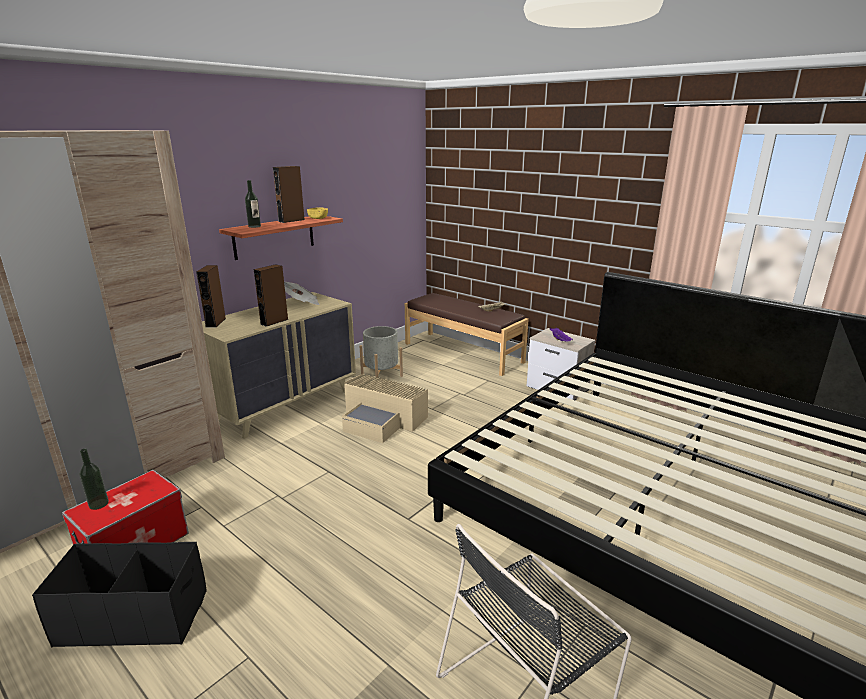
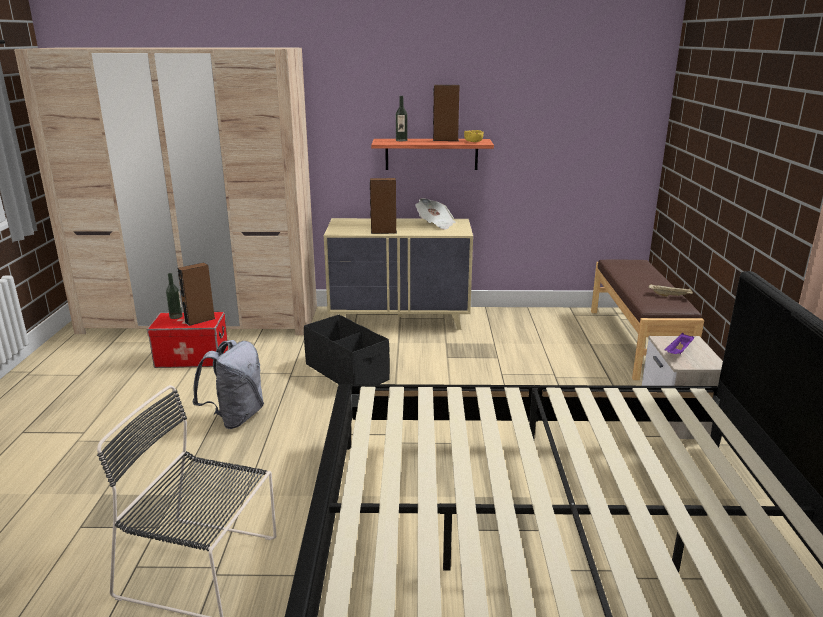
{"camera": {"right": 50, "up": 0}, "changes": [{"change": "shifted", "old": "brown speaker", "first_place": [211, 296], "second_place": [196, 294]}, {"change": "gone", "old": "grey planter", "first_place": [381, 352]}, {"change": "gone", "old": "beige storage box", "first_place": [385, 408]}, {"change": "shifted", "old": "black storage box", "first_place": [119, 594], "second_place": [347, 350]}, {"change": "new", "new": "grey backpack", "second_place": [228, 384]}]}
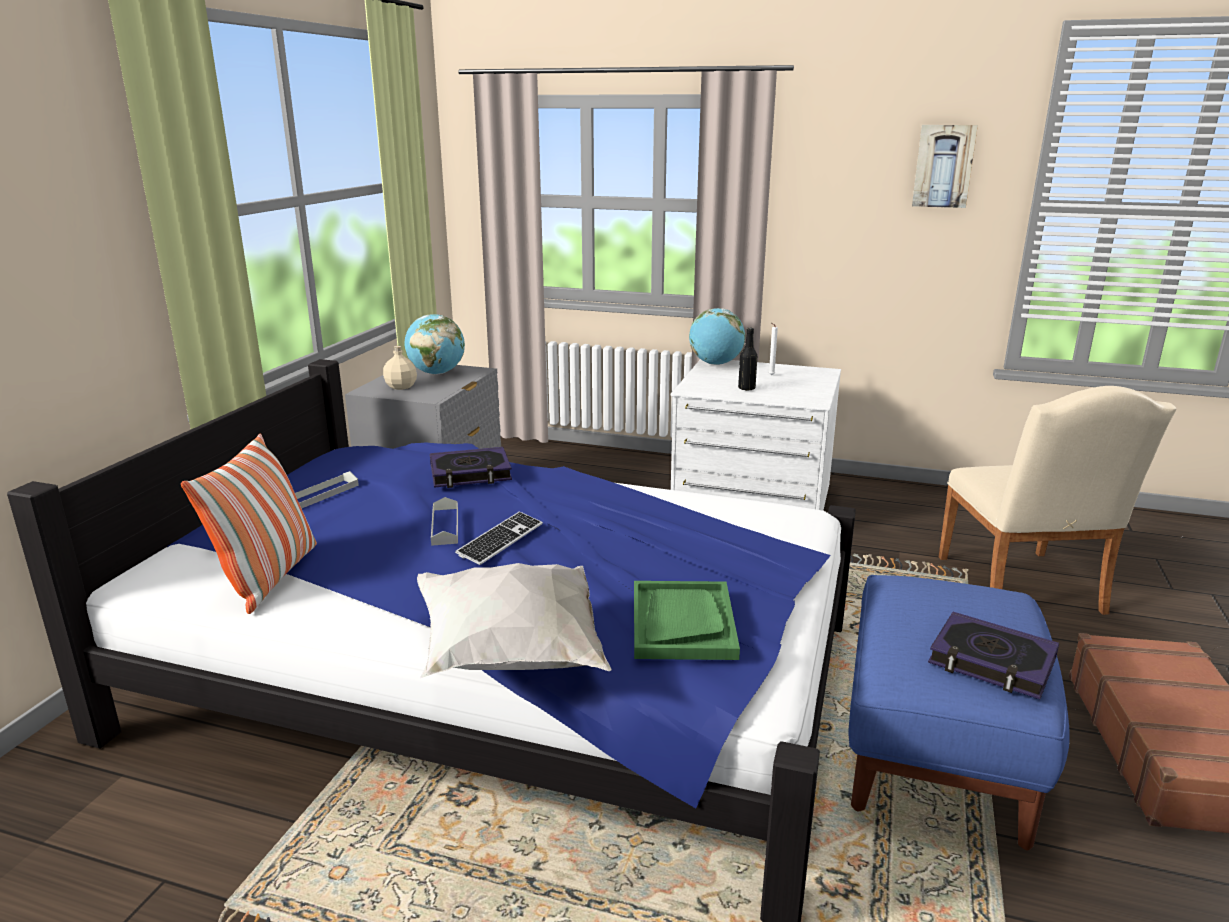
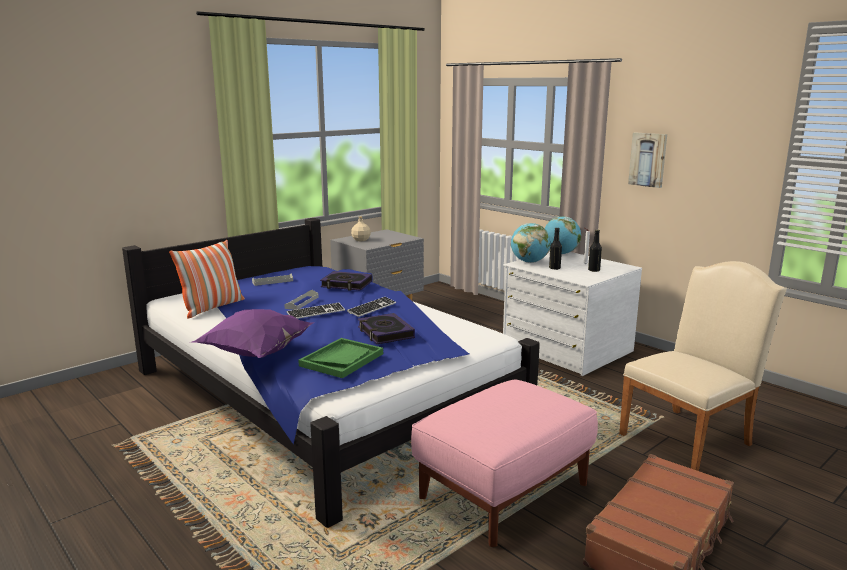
{"camera": {"right": 30, "up": -5}, "changes": [{"change": "shifted", "old": "picture", "first_place": [945, 166], "second_place": [647, 160]}, {"change": "shifted", "old": "globe", "first_place": [434, 344], "second_place": [531, 243]}, {"change": "rotated", "old": "beige chair", "first_place": [1057, 500], "second_place": [703, 366], "degrees": -150}, {"change": "repainted", "old": "white pillow", "new": "purple pillow", "first_place": [514, 620], "second_place": [252, 333]}, {"change": "repainted", "old": "blue ottoman", "new": "pink ottoman", "first_place": [959, 712], "second_place": [504, 463]}, {"change": "shifted", "old": "book", "first_place": [993, 655], "second_place": [386, 328]}, {"change": "new", "new": "black bottle", "second_place": [595, 250]}, {"change": "new", "new": "keyboard", "second_place": [371, 307]}]}
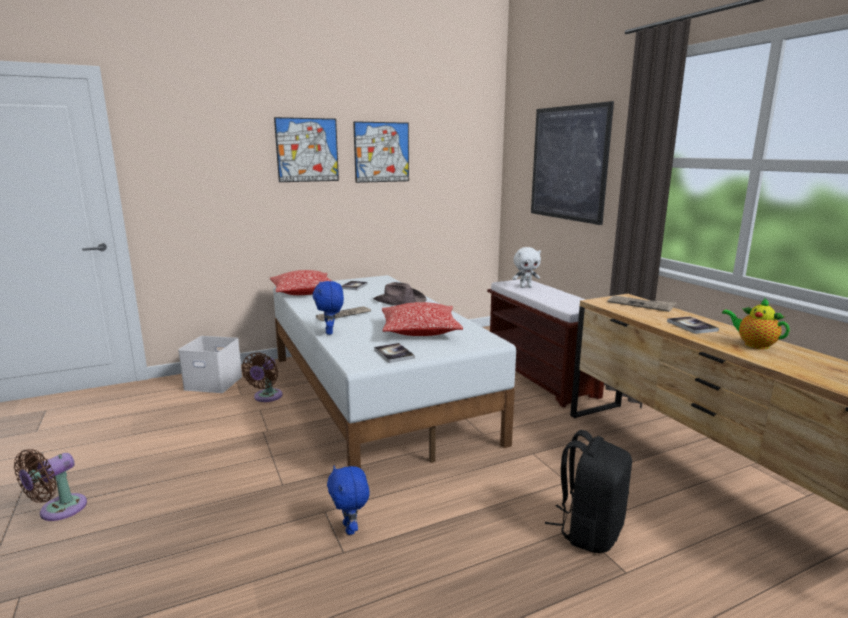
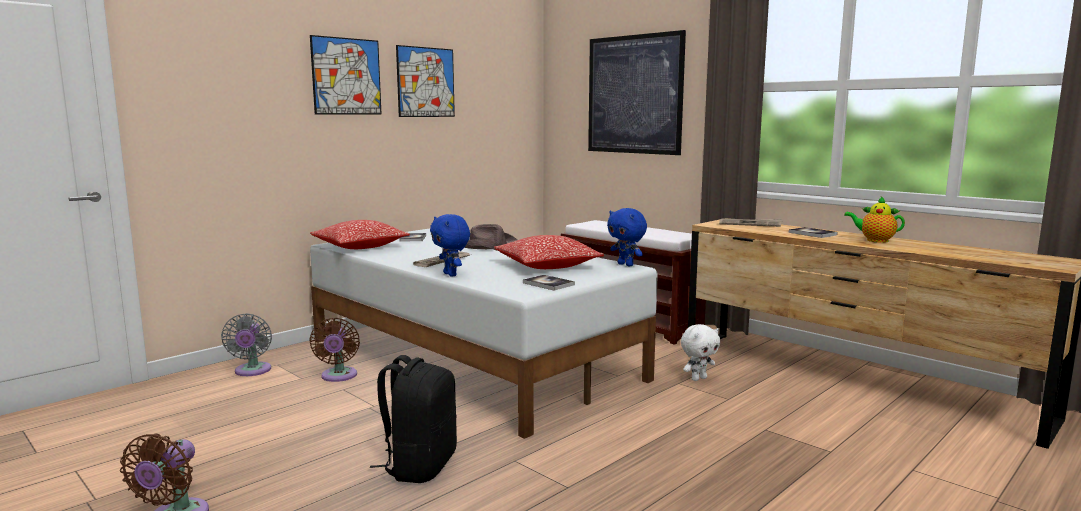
{"camera": {"right": -20, "up": -5}, "changes": [{"change": "shifted", "old": "white plush toy", "first_place": [526, 267], "second_place": [700, 352]}, {"change": "swapped", "old": "white storage box", "new": "grey fan", "first_place": [210, 364], "second_place": [246, 344]}, {"change": "shifted", "old": "black backpack", "first_place": [588, 491], "second_place": [413, 419]}, {"change": "shifted", "old": "blue plush toy", "first_place": [348, 500], "second_place": [627, 237]}]}
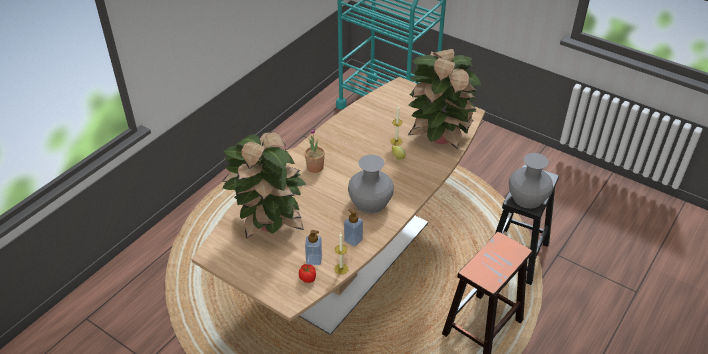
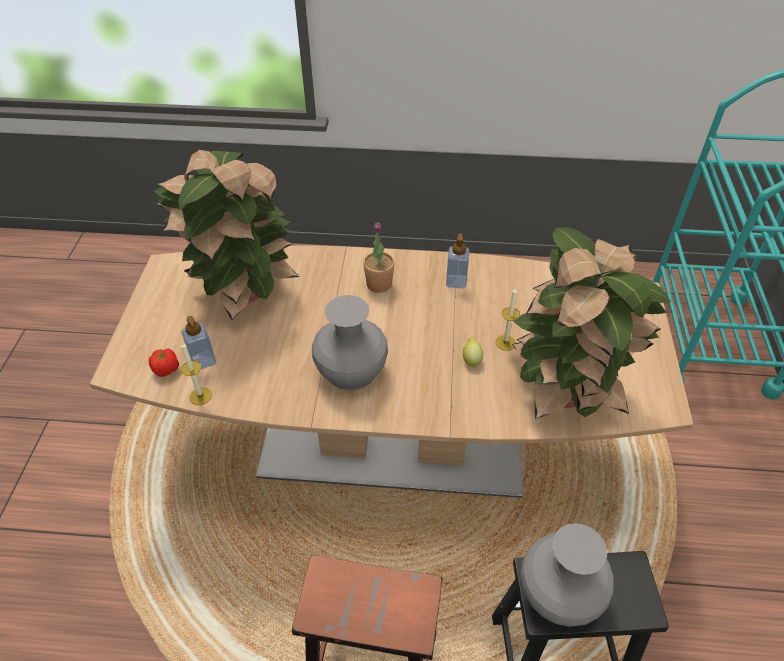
{"camera": {"right": 60, "up": 5}, "changes": [{"change": "shifted", "old": "soap dispenser", "first_place": [353, 228], "second_place": [458, 261]}]}
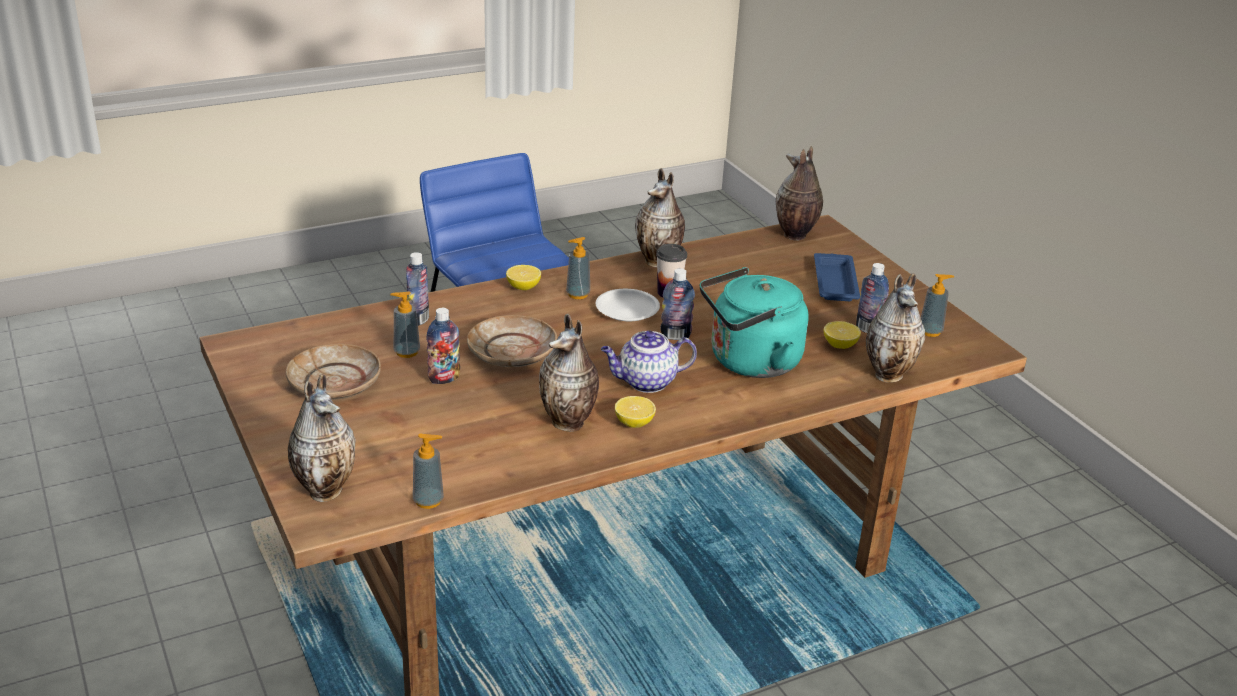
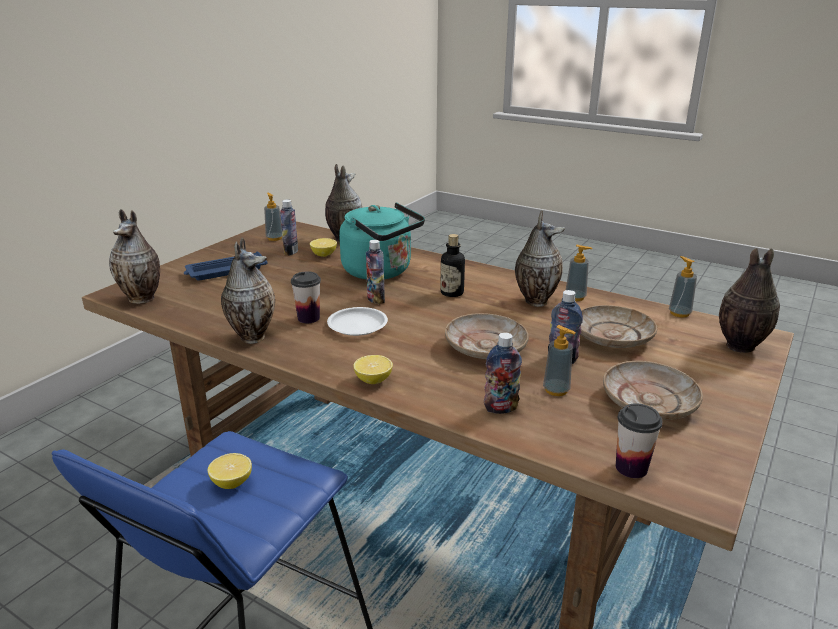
{"camera": {"right": -120, "up": -5}, "changes": [{"change": "shifted", "old": "soap dispenser", "first_place": [578, 268], "second_place": [579, 273]}, {"change": "swapped", "old": "teapot", "new": "bottle", "first_place": [649, 362], "second_place": [452, 265]}, {"change": "shifted", "old": "lemon", "first_place": [635, 412], "second_place": [230, 471]}, {"change": "new", "new": "beige plate", "second_place": [619, 326]}, {"change": "new", "new": "cup", "second_place": [639, 440]}]}
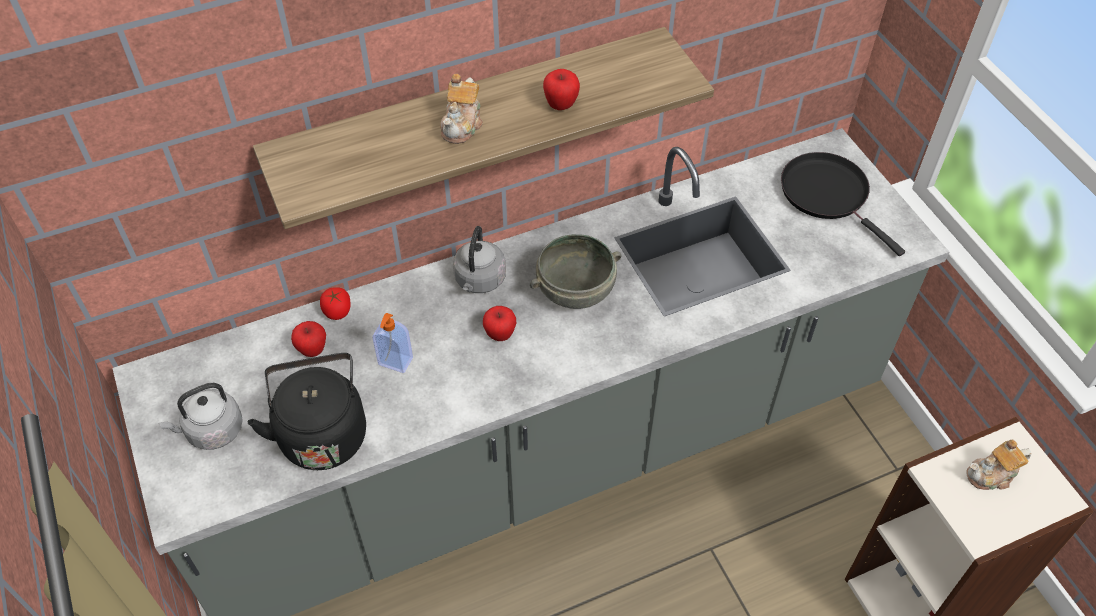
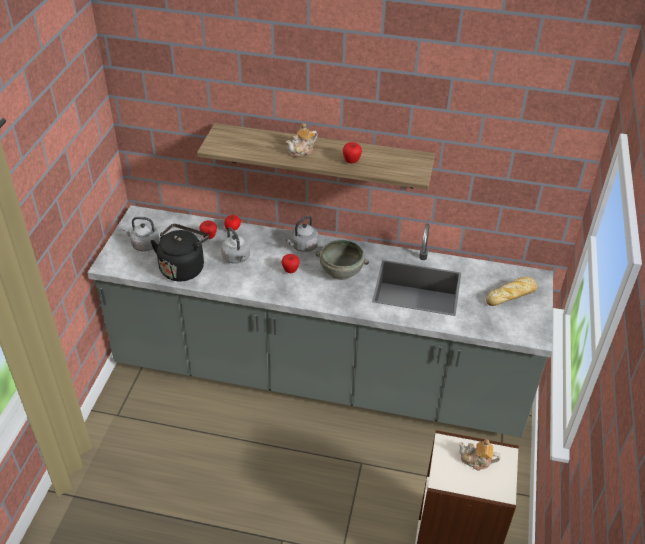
{"camera": {"right": 35, "up": -10}, "changes": [{"change": "swapped", "old": "black frying pan", "new": "bread", "first_place": [843, 204], "second_place": [511, 291]}, {"change": "swapped", "old": "soap dispenser", "new": "grey kettle", "first_place": [392, 343], "second_place": [235, 245]}]}
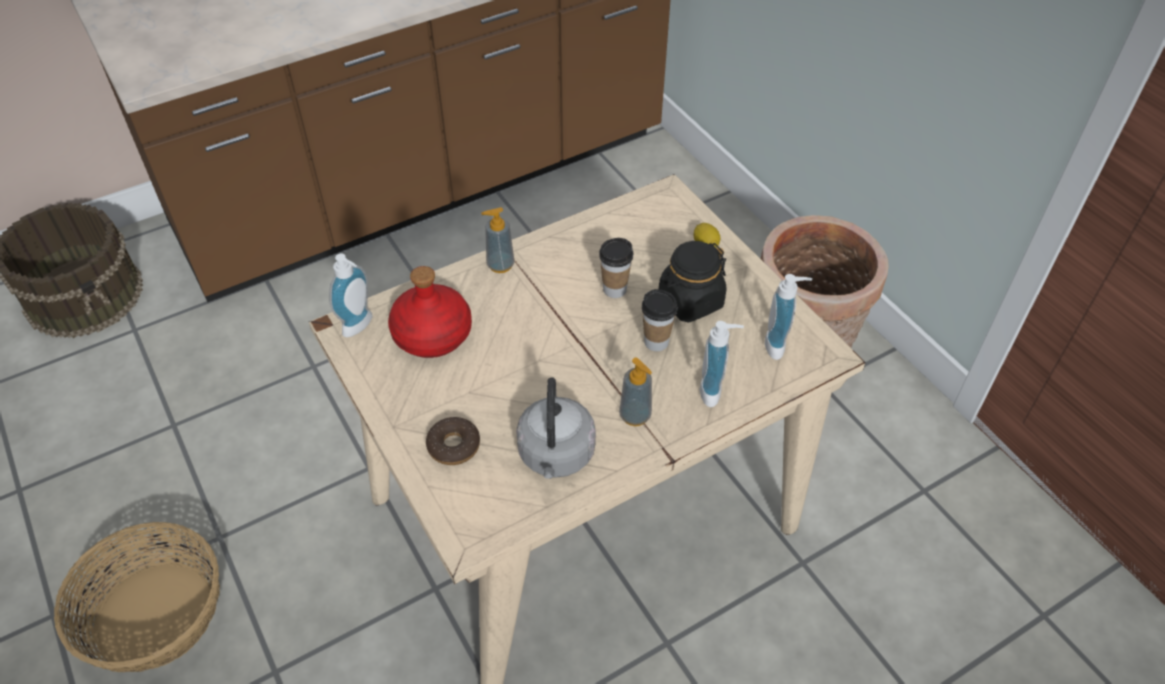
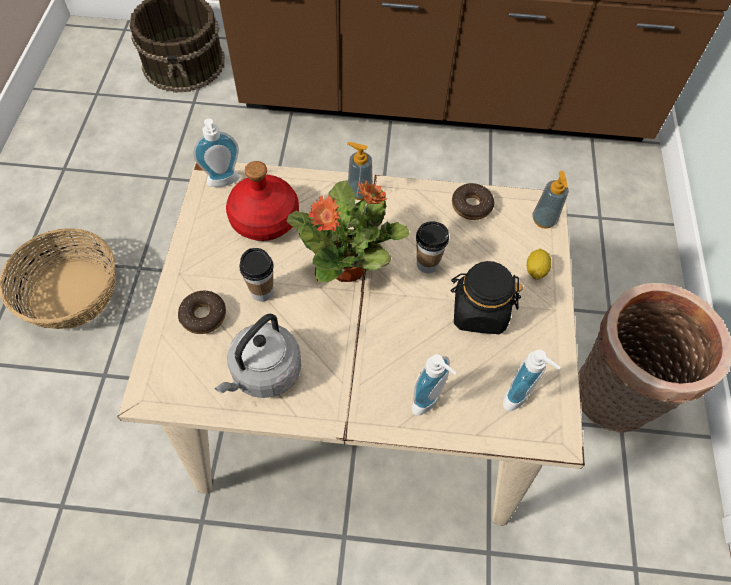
{"camera": {"right": 35, "up": 10}, "changes": [{"change": "shifted", "old": "cup", "first_place": [660, 320], "second_place": [257, 275]}, {"change": "shifted", "old": "soap dispenser", "first_place": [635, 392], "second_place": [551, 200]}, {"change": "new", "new": "potted plant", "second_place": [347, 231]}, {"change": "new", "new": "donut", "second_place": [473, 201]}]}
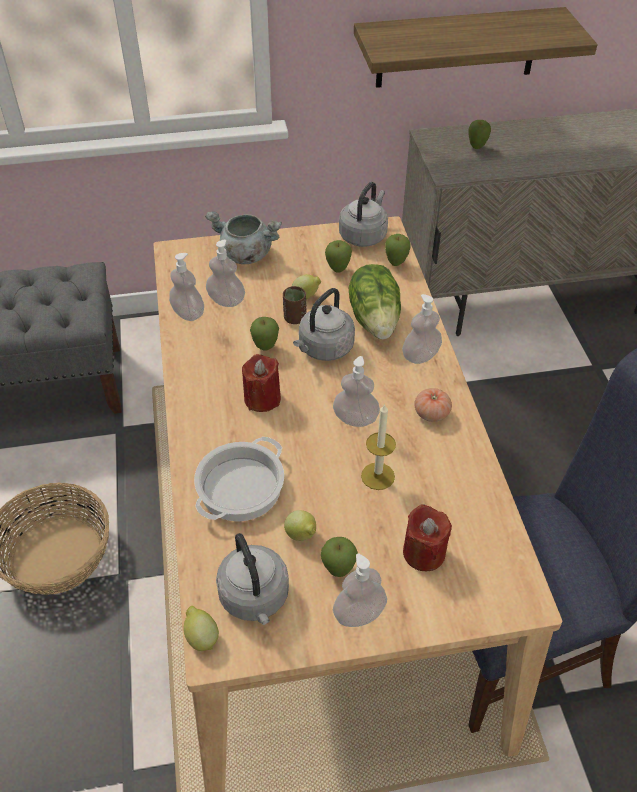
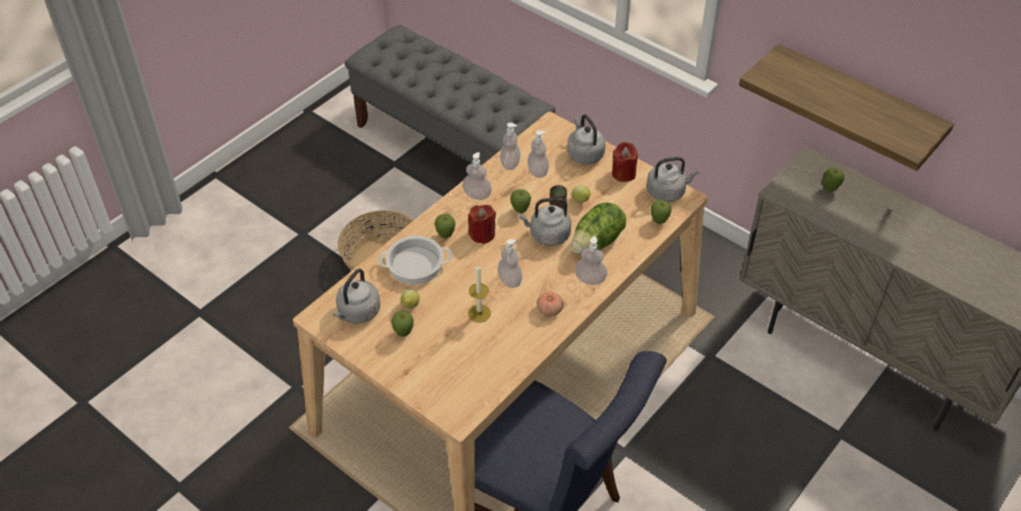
{"camera": {"right": 50, "up": 0}, "changes": [{"change": "swapped", "old": "grey cooking pot", "new": "grey kettle", "first_place": [243, 237], "second_place": [586, 139]}, {"change": "shifted", "old": "apple", "first_place": [338, 256], "second_place": [445, 226]}, {"change": "shifted", "old": "red candle", "first_place": [427, 537], "second_place": [625, 162]}, {"change": "shifted", "old": "soap dispenser", "first_place": [360, 590], "second_place": [477, 176]}, {"change": "gone", "old": "lemon", "first_place": [201, 628]}]}
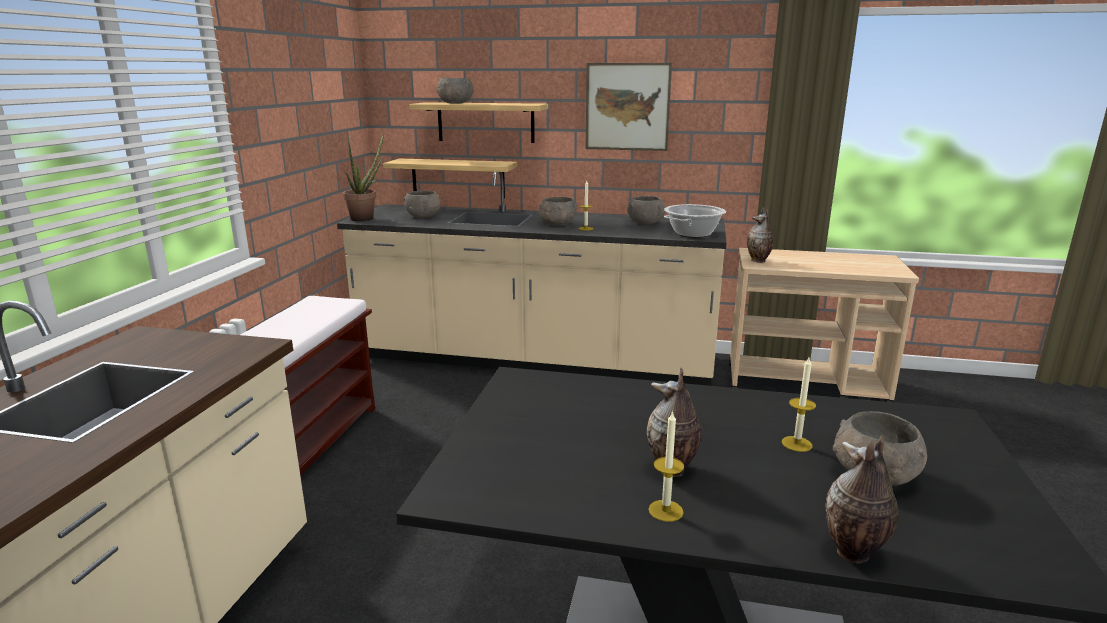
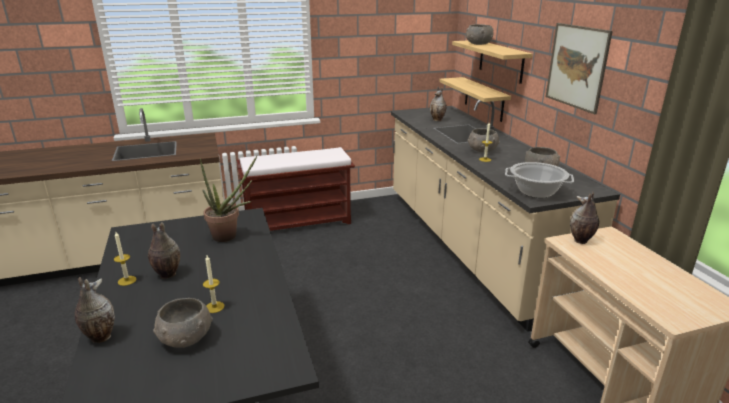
{"camera": {"right": 60, "up": 5}, "changes": [{"change": "shifted", "old": "potted plant", "first_place": [363, 177], "second_place": [228, 199]}, {"change": "swapped", "old": "grey bowl", "new": "vase", "first_place": [422, 204], "second_place": [438, 103]}]}
